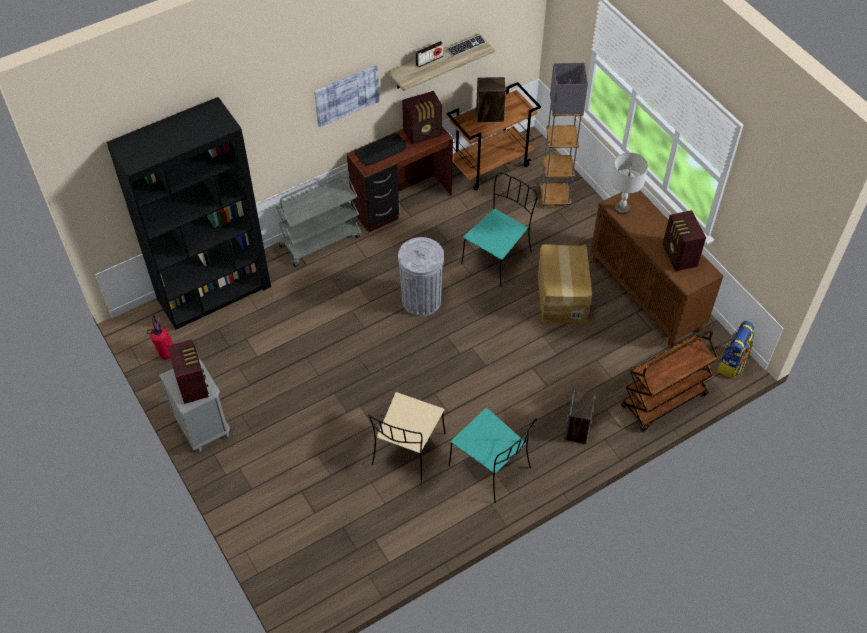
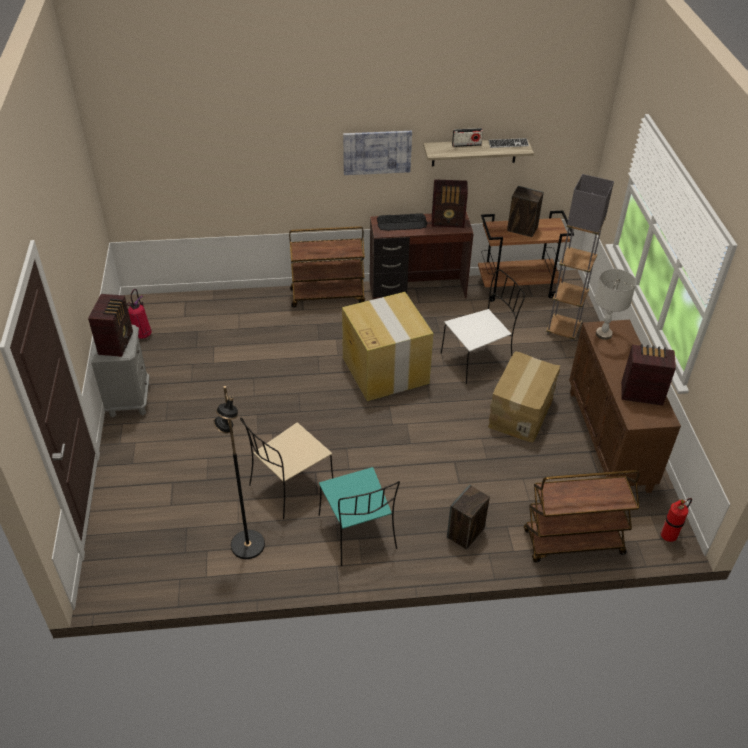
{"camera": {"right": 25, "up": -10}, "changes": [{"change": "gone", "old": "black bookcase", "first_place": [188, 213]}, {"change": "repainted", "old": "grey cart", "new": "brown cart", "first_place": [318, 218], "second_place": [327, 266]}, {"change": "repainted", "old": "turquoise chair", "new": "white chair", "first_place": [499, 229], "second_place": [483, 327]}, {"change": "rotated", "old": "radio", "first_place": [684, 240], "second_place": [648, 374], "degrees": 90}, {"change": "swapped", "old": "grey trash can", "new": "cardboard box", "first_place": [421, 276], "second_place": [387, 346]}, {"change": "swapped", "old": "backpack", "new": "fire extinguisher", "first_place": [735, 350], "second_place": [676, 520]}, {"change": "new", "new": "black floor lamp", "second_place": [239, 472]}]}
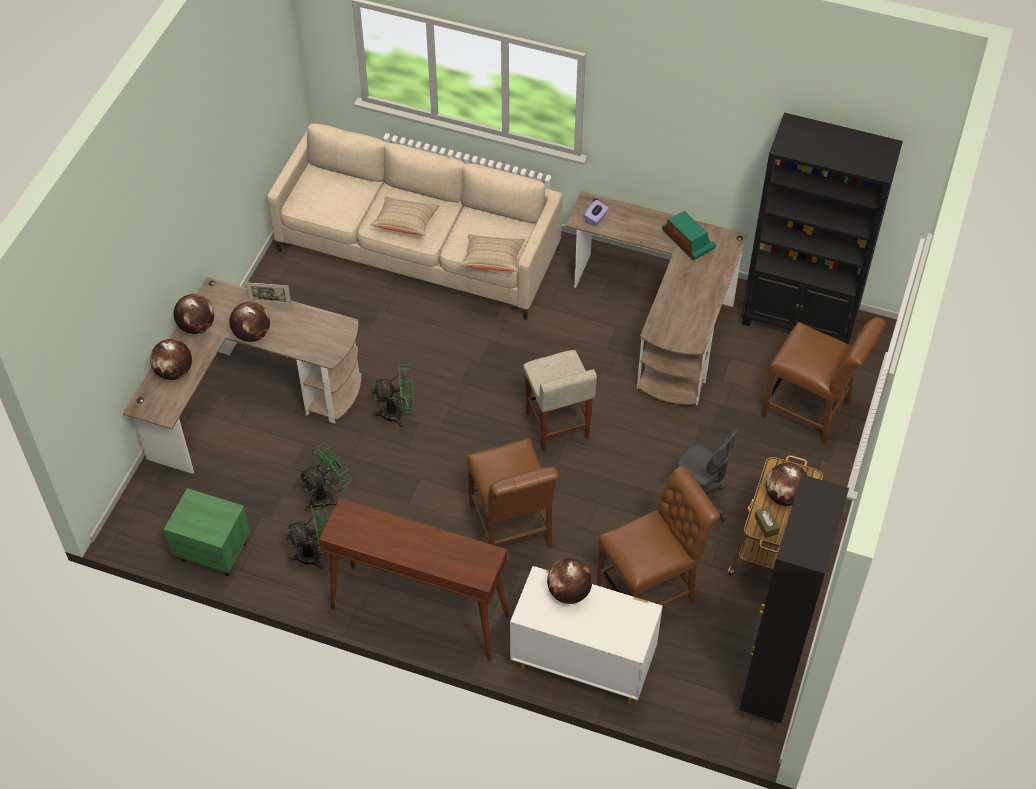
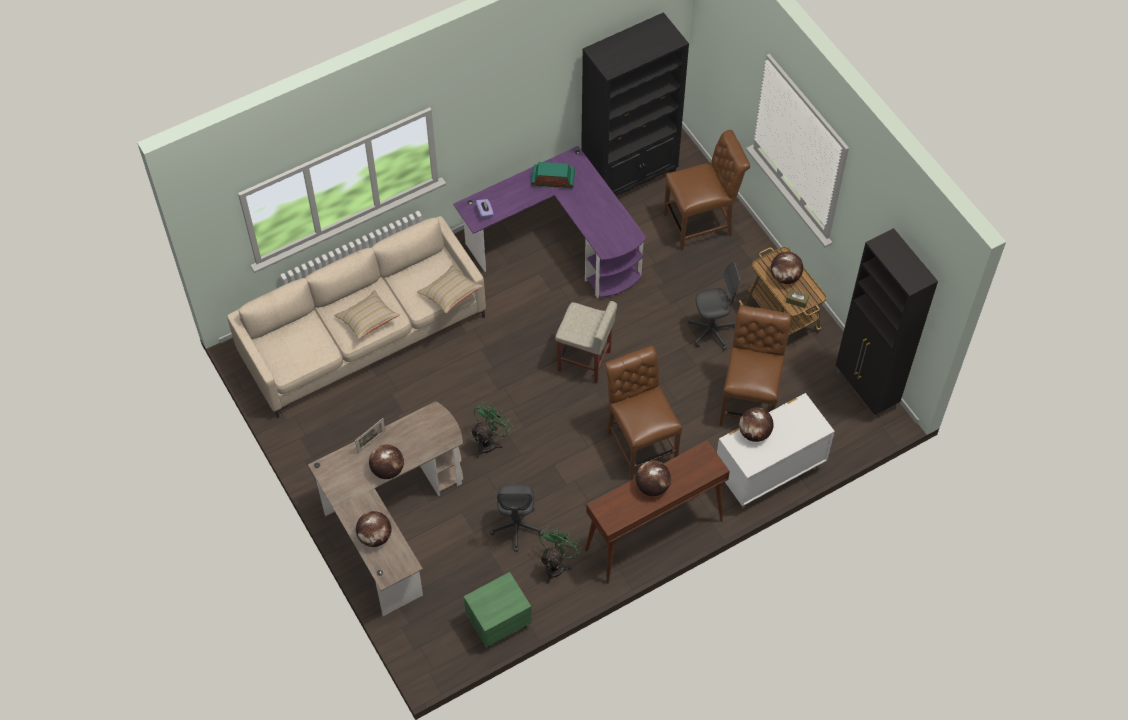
{"camera": {"right": -50, "up": 5}, "changes": [{"change": "repainted", "old": "brown desk", "new": "purple desk", "first_place": [656, 298], "second_place": [550, 222]}, {"change": "shifted", "old": "globe", "first_place": [194, 314], "second_place": [653, 478]}, {"change": "rotated", "old": "brown chair", "first_place": [512, 493], "second_place": [643, 413], "degrees": -135}, {"change": "swapped", "old": "green fan", "new": "grey office chair", "first_place": [324, 477], "second_place": [517, 518]}]}
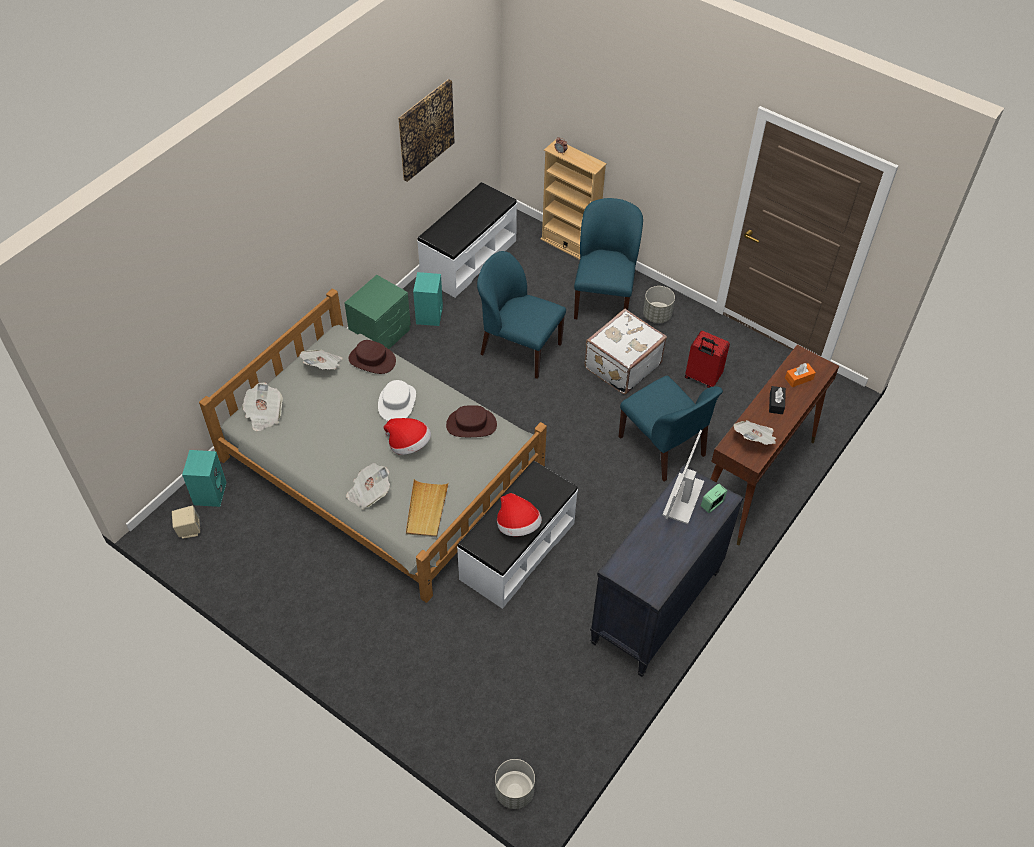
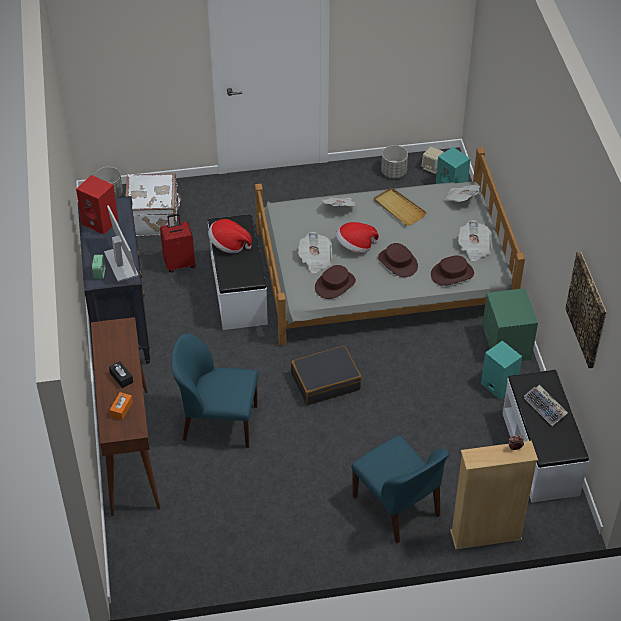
{"camera": {"right": 135, "up": -5}, "changes": [{"change": "gone", "old": "blue chair", "first_place": [521, 315]}, {"change": "shifted", "old": "grey planter", "first_place": [659, 304], "second_place": [394, 161]}, {"change": "shifted", "old": "white suitcase", "first_place": [626, 352], "second_place": [153, 205]}, {"change": "shifted", "old": "red suitcase", "first_place": [707, 359], "second_place": [178, 243]}, {"change": "repainted", "old": "white hat", "new": "brown hat", "first_place": [397, 400], "second_place": [398, 260]}, {"change": "shifted", "old": "newspaper", "first_place": [755, 432], "second_place": [315, 252]}, {"change": "shifted", "old": "beige tray", "first_place": [427, 508], "second_place": [400, 206]}, {"change": "new", "new": "red speaker", "second_place": [97, 205]}, {"change": "new", "new": "black suitcase", "second_place": [326, 375]}, {"change": "new", "new": "keyboard", "second_place": [546, 405]}]}
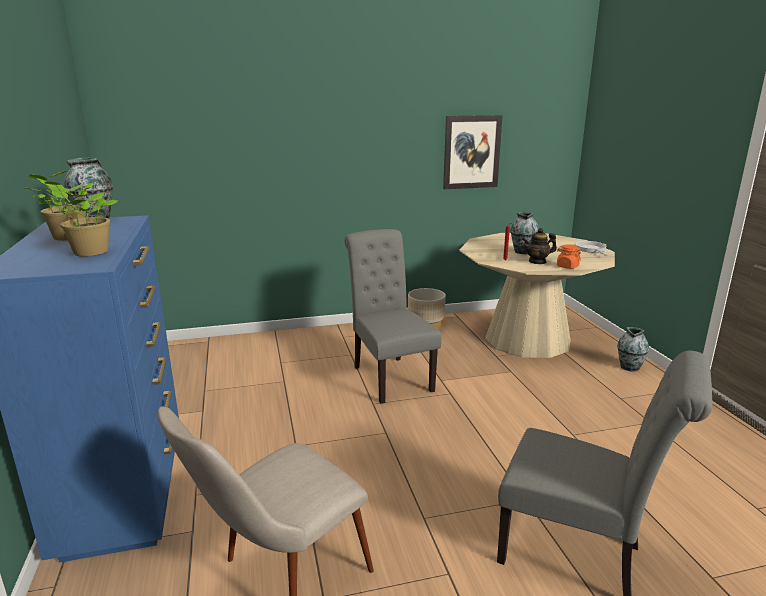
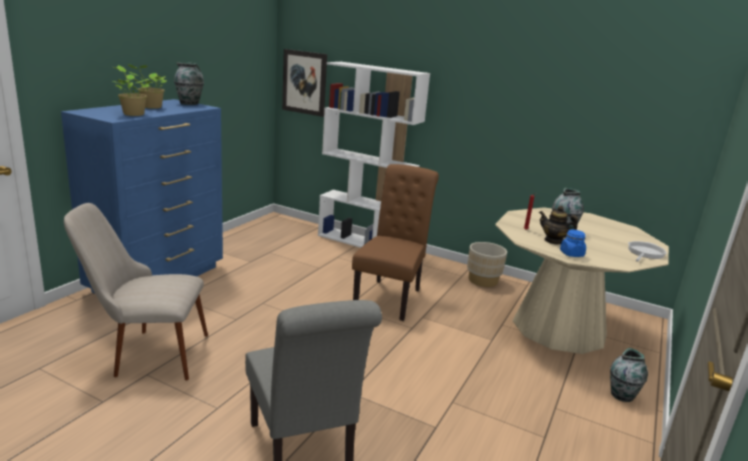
{"camera": {"right": 40, "up": 0}, "changes": [{"change": "shifted", "old": "picture", "first_place": [473, 152], "second_place": [304, 83]}, {"change": "repainted", "old": "grey chair", "new": "brown chair", "first_place": [393, 316], "second_place": [395, 242]}, {"change": "repainted", "old": "orange jar", "new": "blue jar", "first_place": [569, 256], "second_place": [573, 243]}, {"change": "new", "new": "white bookcase", "second_place": [374, 155]}]}
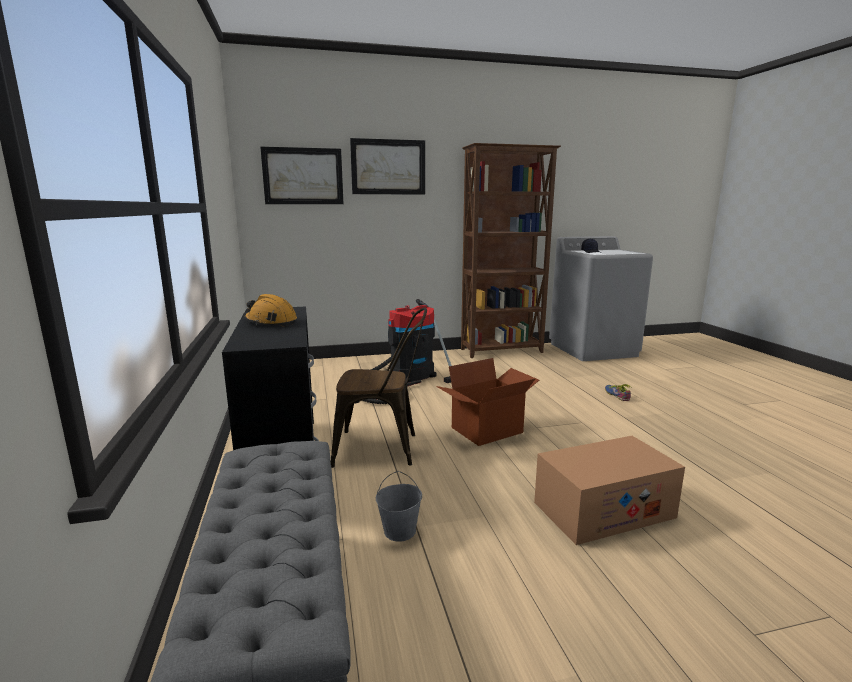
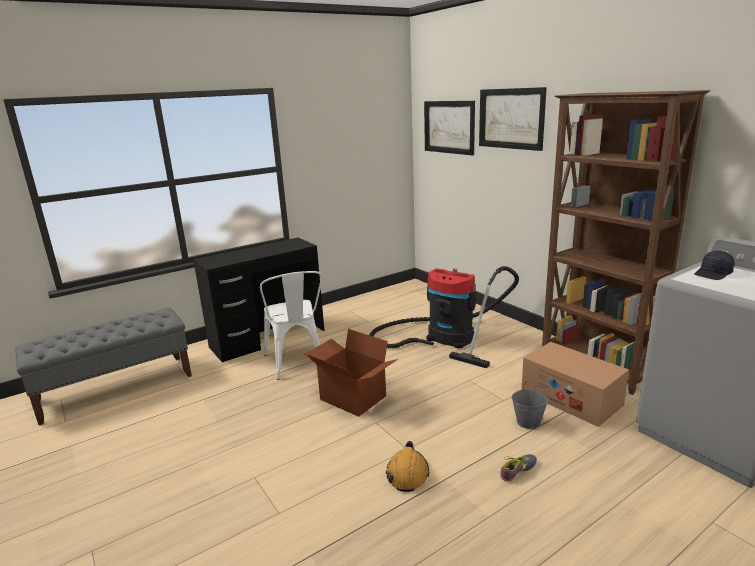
{"camera": {"right": 70, "up": 5}, "changes": [{"change": "shifted", "old": "orange hard hat", "first_place": [270, 310], "second_place": [407, 466]}, {"change": "repainted", "old": "brown chair", "new": "white chair", "first_place": [378, 388], "second_place": [291, 325]}, {"change": "shifted", "old": "cardboard box", "first_place": [609, 490], "second_place": [575, 384]}, {"change": "shifted", "old": "grey bucket", "first_place": [399, 506], "second_place": [530, 404]}]}
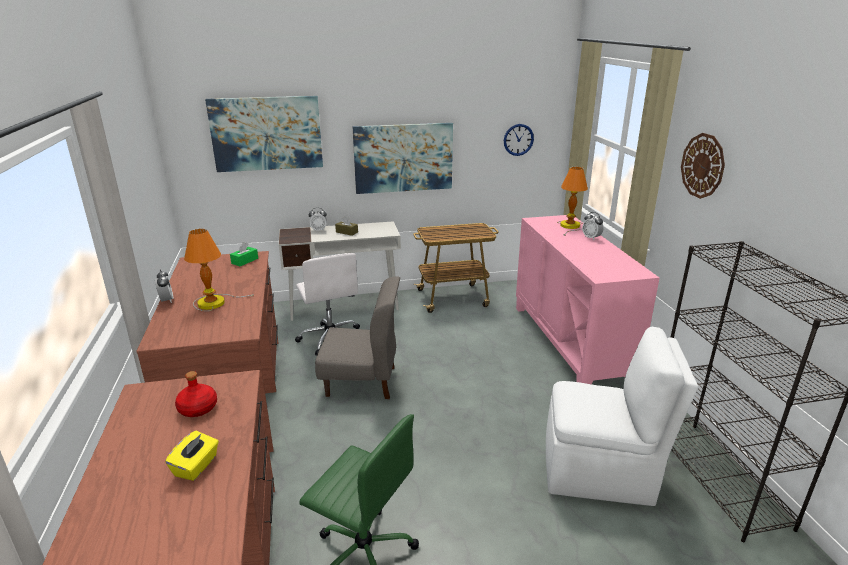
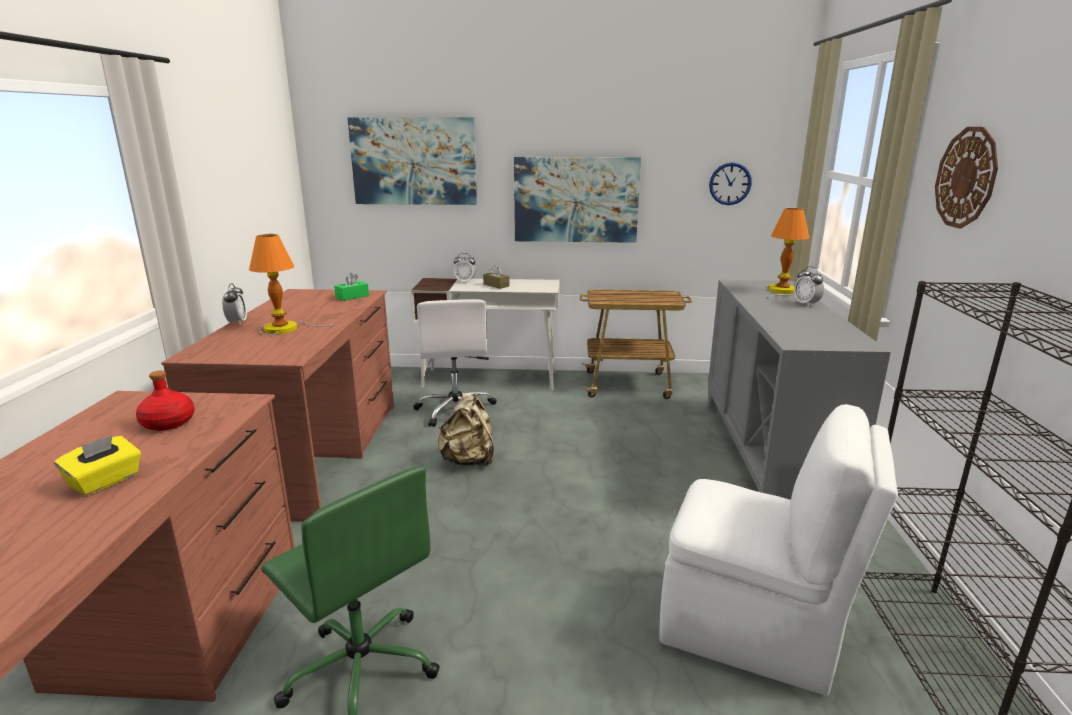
{"camera": {"right": 15, "up": -5}, "changes": [{"change": "repainted", "old": "pink cabinet", "new": "grey cabinet", "first_place": [588, 299], "second_place": [799, 390]}, {"change": "swapped", "old": "grey chair", "new": "beige backpack", "first_place": [357, 338], "second_place": [466, 430]}]}
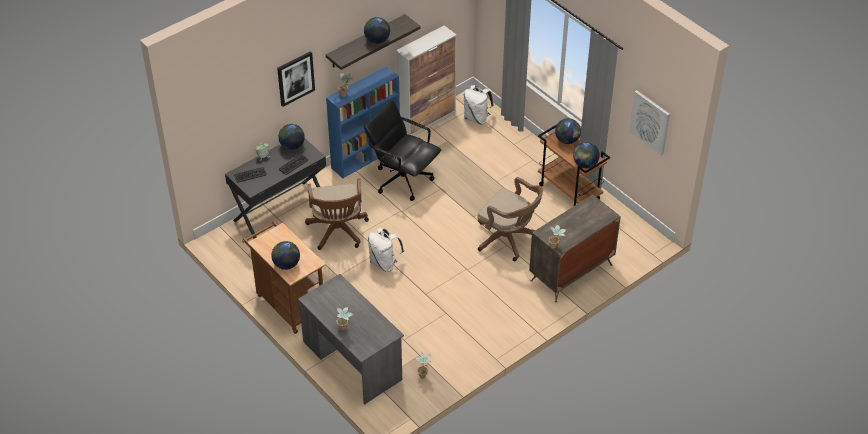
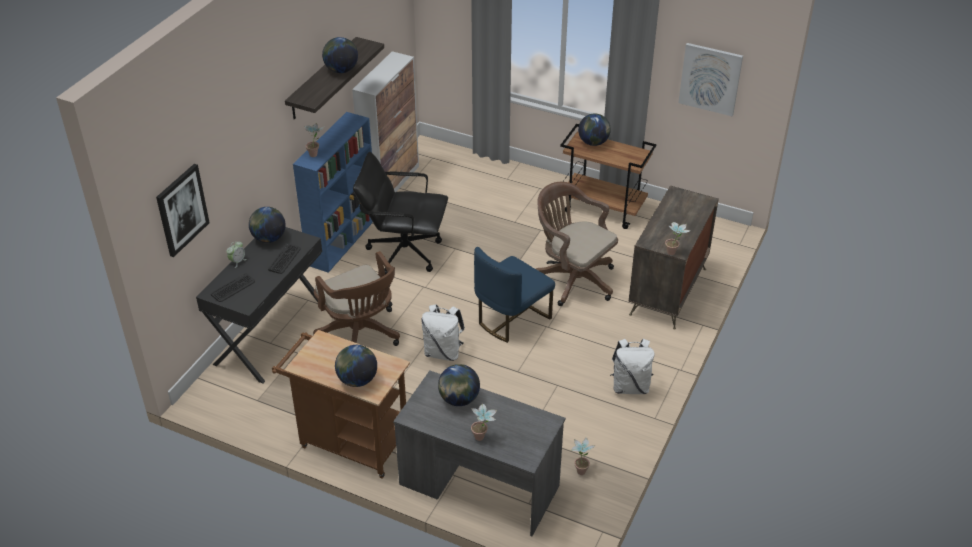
{"camera": {"right": -25, "up": -5}, "changes": [{"change": "shifted", "old": "picture", "first_place": [296, 79], "second_place": [183, 210]}, {"change": "shifted", "old": "white backpack", "first_place": [479, 105], "second_place": [632, 366]}, {"change": "shifted", "old": "globe", "first_place": [586, 155], "second_place": [459, 385]}, {"change": "rotated", "old": "brown office chair", "first_place": [510, 219], "second_place": [577, 244], "degrees": -150}, {"change": "new", "new": "blue chair", "second_place": [514, 295]}]}
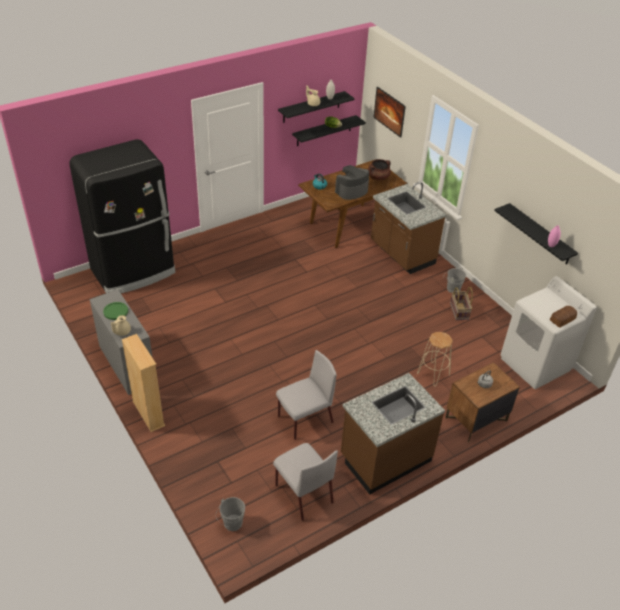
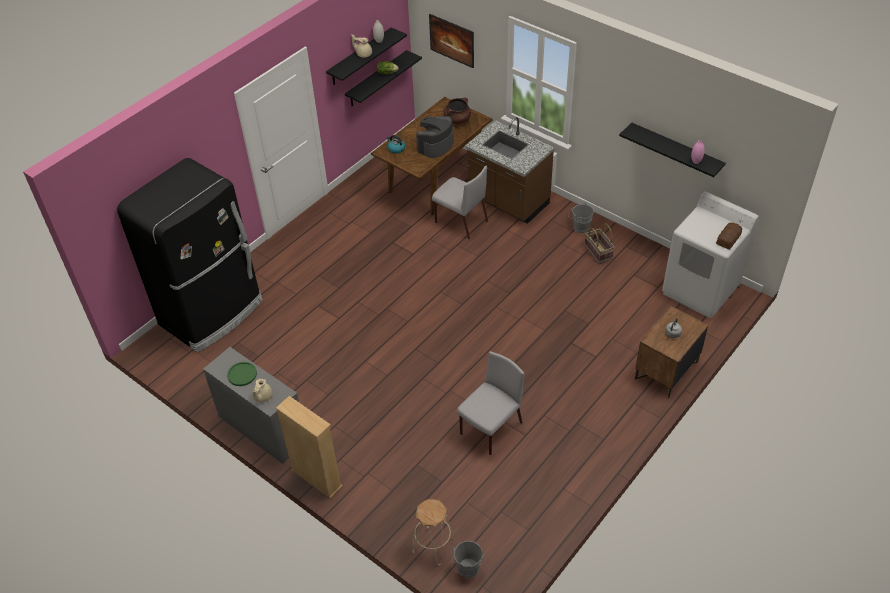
{"camera": {"right": -15, "up": 5}, "changes": [{"change": "shifted", "old": "beige stool", "first_place": [435, 359], "second_place": [433, 532]}, {"change": "gone", "old": "brown counter", "first_place": [393, 433]}, {"change": "shifted", "old": "grey chair", "first_place": [305, 482], "second_place": [460, 202]}]}
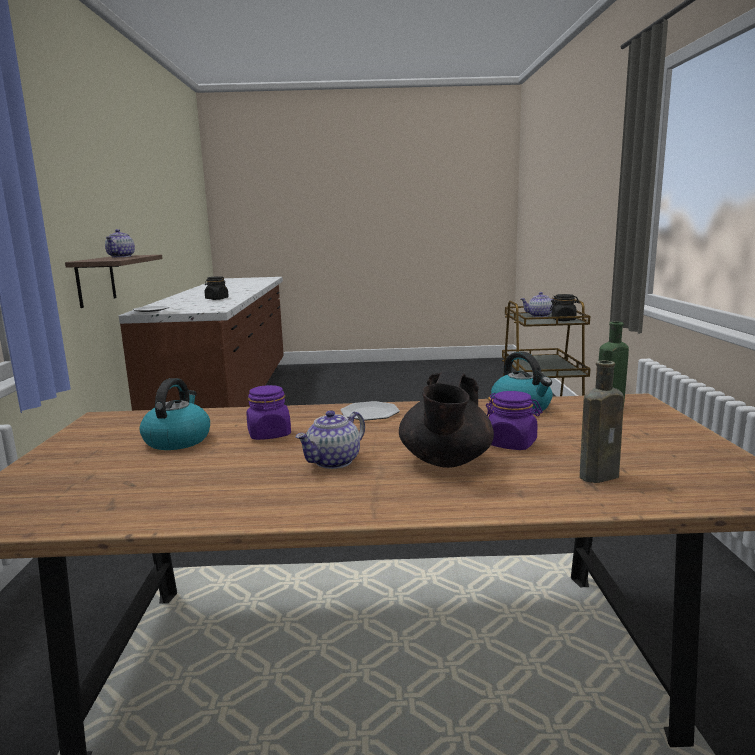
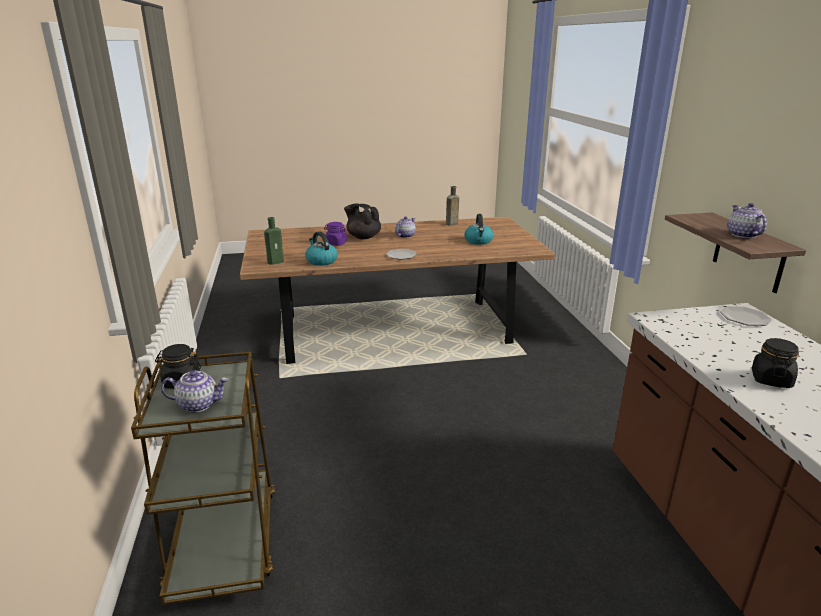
{"camera": {"right": 170, "up": 10}, "changes": [{"change": "shifted", "old": "brown bottle", "first_place": [602, 422], "second_place": [452, 206]}, {"change": "rotated", "old": "black teapot", "first_place": [446, 420], "second_place": [362, 221], "degrees": -60}, {"change": "gone", "old": "purple jar", "first_place": [268, 412]}]}
